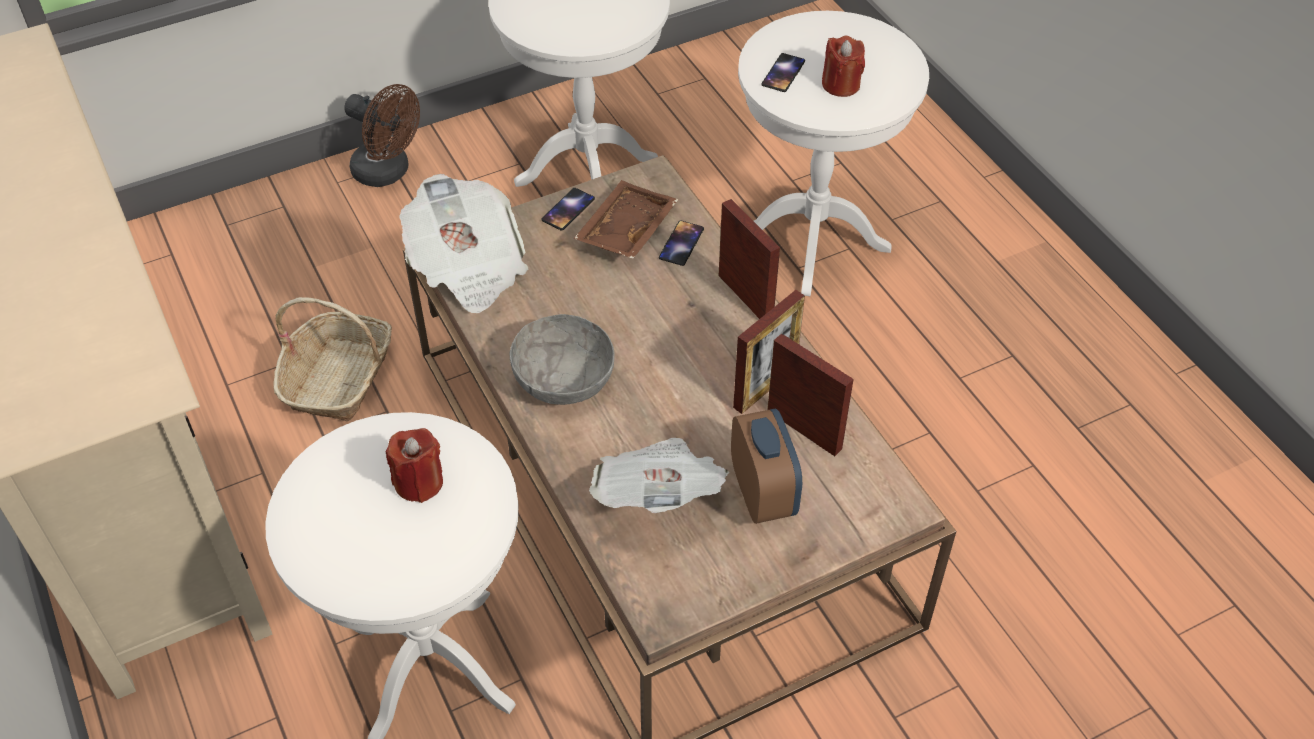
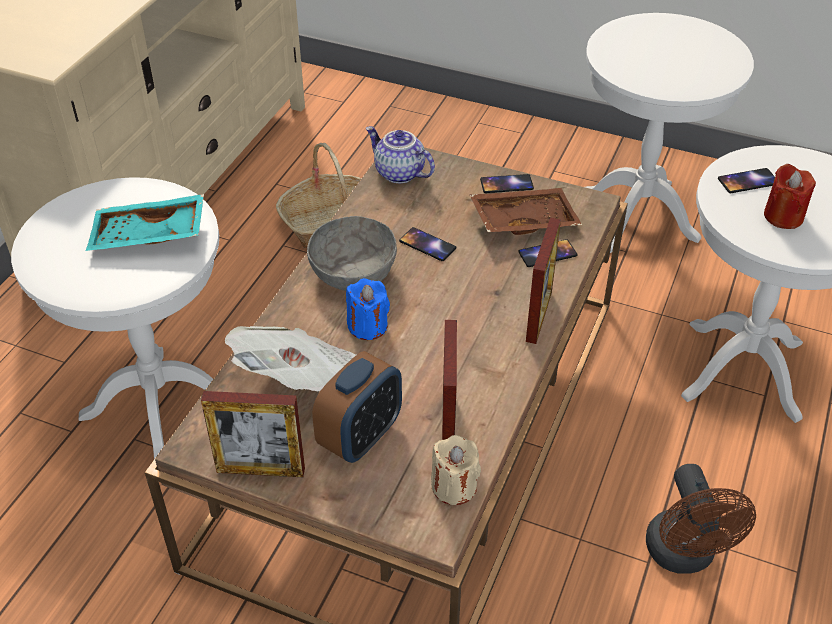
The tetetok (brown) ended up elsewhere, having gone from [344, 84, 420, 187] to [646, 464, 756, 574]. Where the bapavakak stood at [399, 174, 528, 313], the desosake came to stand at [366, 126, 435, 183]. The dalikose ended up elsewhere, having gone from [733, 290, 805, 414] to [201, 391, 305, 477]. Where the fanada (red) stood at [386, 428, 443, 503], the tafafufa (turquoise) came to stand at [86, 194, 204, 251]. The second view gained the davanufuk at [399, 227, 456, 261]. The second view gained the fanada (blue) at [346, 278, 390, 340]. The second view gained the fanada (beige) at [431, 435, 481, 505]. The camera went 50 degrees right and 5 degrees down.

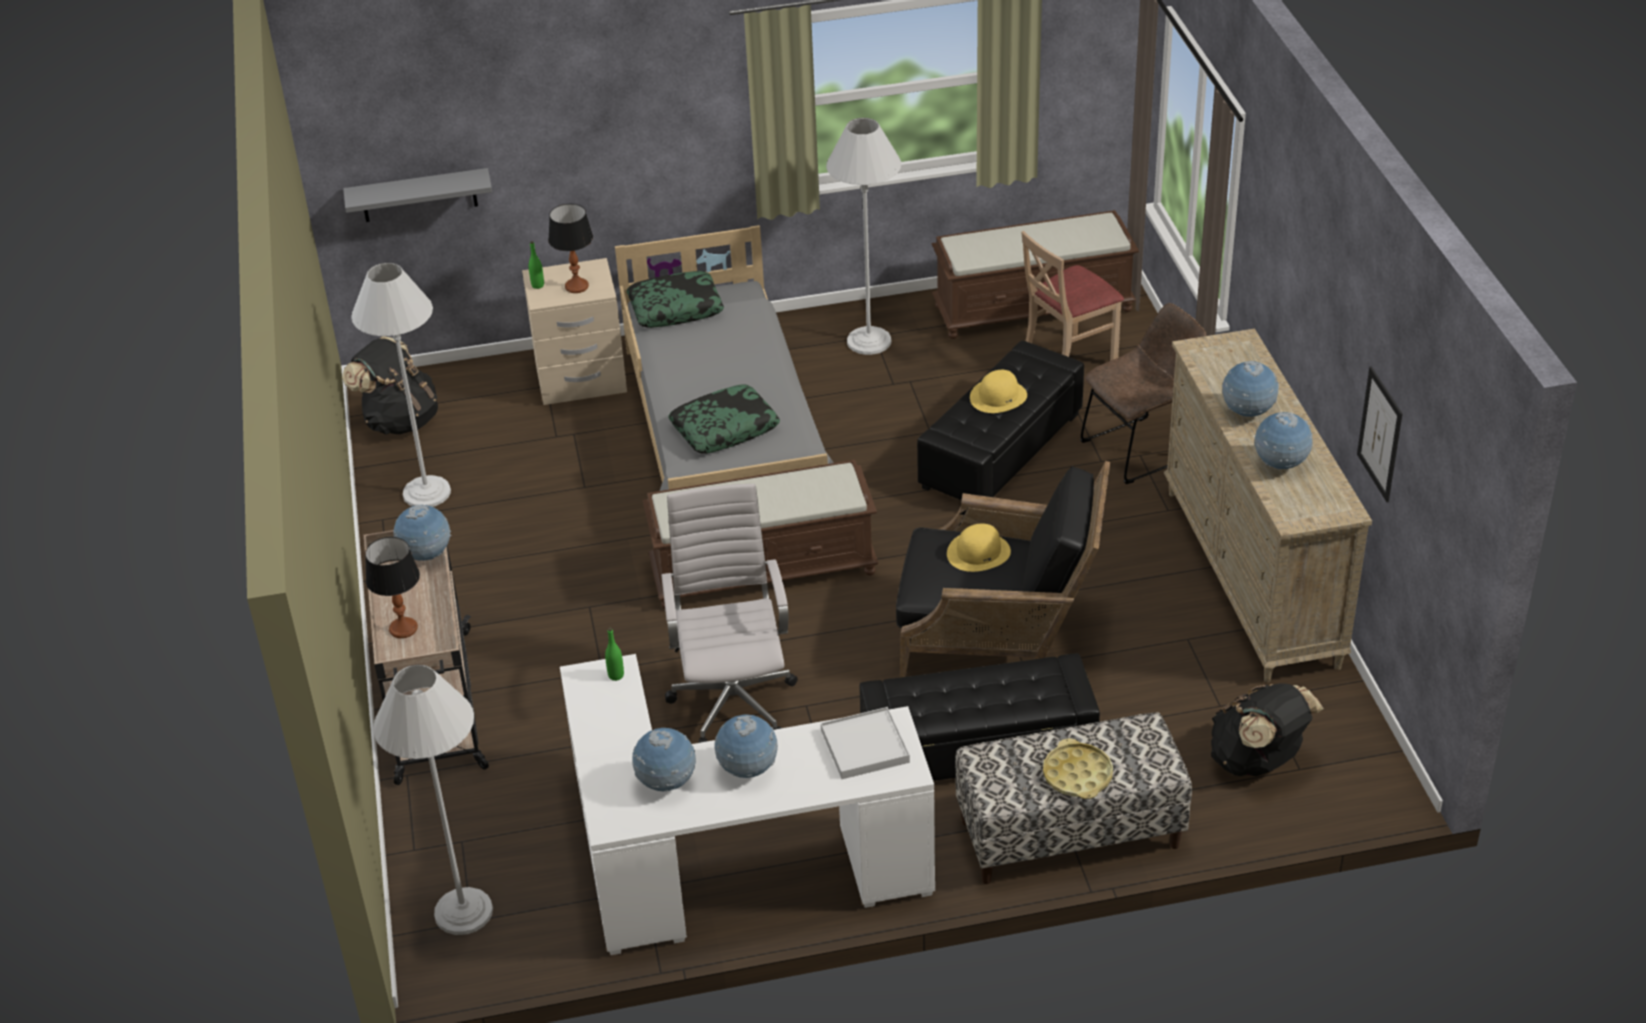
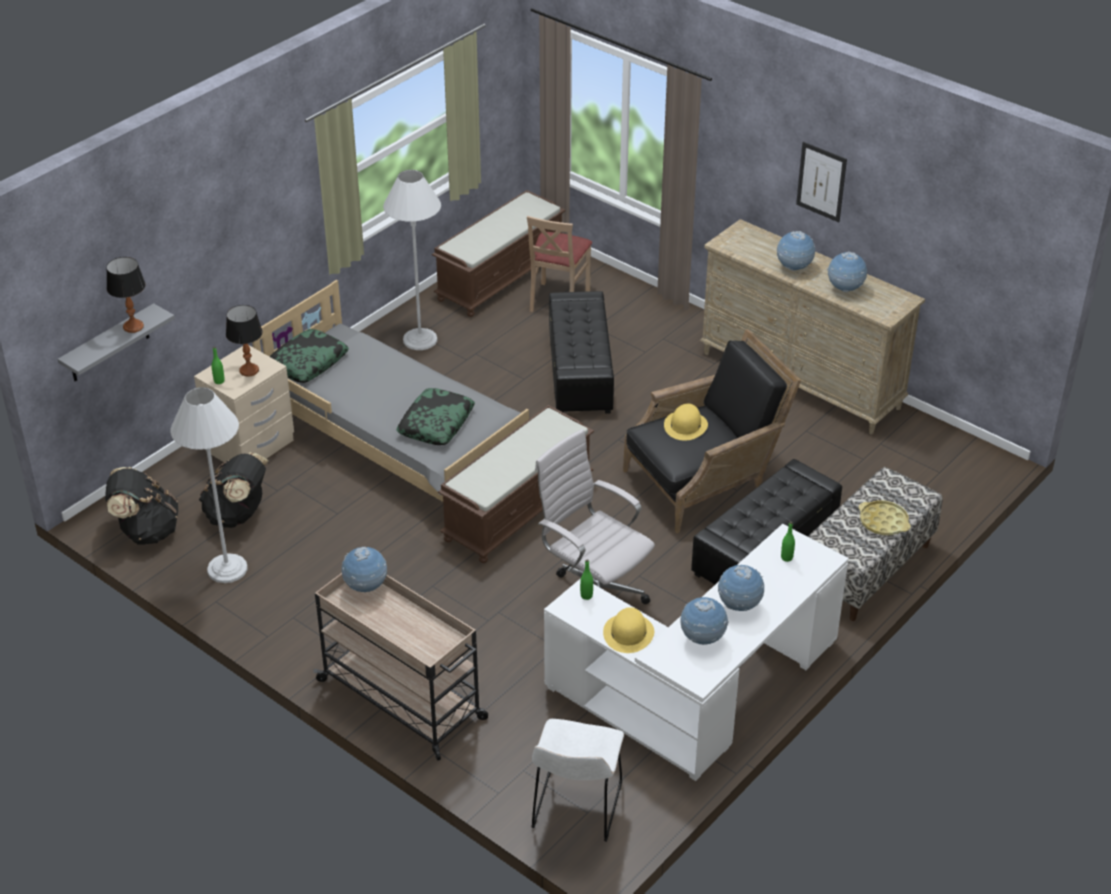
The second view lost the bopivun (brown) at [1080, 303, 1206, 484]. The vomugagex ended up elsewhere, having gone from [1357, 366, 1403, 502] to [796, 142, 847, 222]. The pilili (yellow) ended up elsewhere, having gone from [970, 370, 1027, 413] to [603, 607, 654, 653]. The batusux ended up elsewhere, having gone from [365, 537, 420, 638] to [106, 257, 146, 333]. Where the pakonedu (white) stood at [373, 665, 493, 935], the bopivun (white) came to stand at [532, 719, 624, 842]. The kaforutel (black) ended up elsewhere, having gone from [1211, 683, 1324, 776] to [199, 452, 269, 528]. Where the tafafufa (white) stood at [821, 707, 910, 779], the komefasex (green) came to stand at [781, 521, 795, 562]. The camera went 40 degrees left and 0 degrees up.

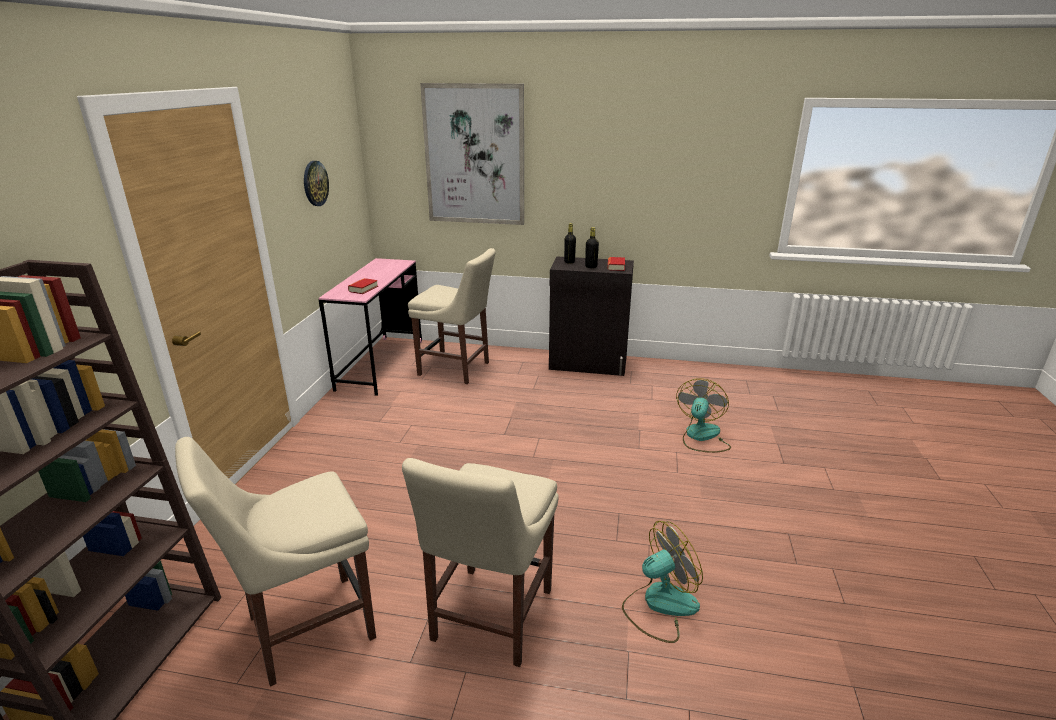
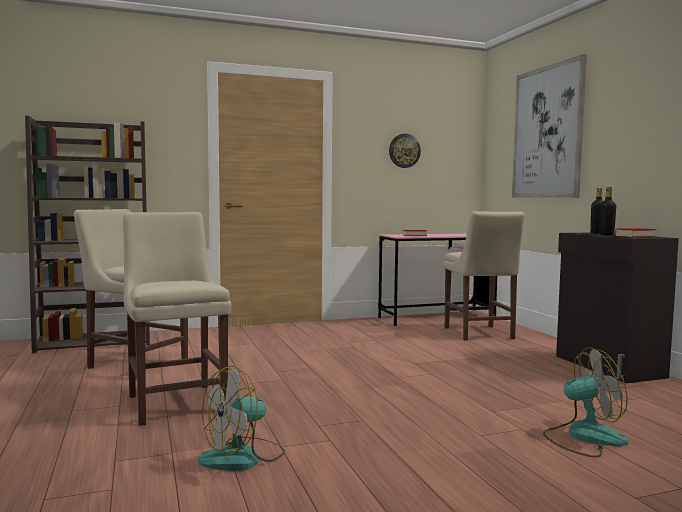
The bopivun (beige) at [402, 458, 559, 667] ended up facing another way, 75 degrees clockwise from before. The tetetok at [622, 521, 703, 643] ended up facing another way, 105 degrees clockwise from before. The camera went 60 degrees right and 20 degrees down.

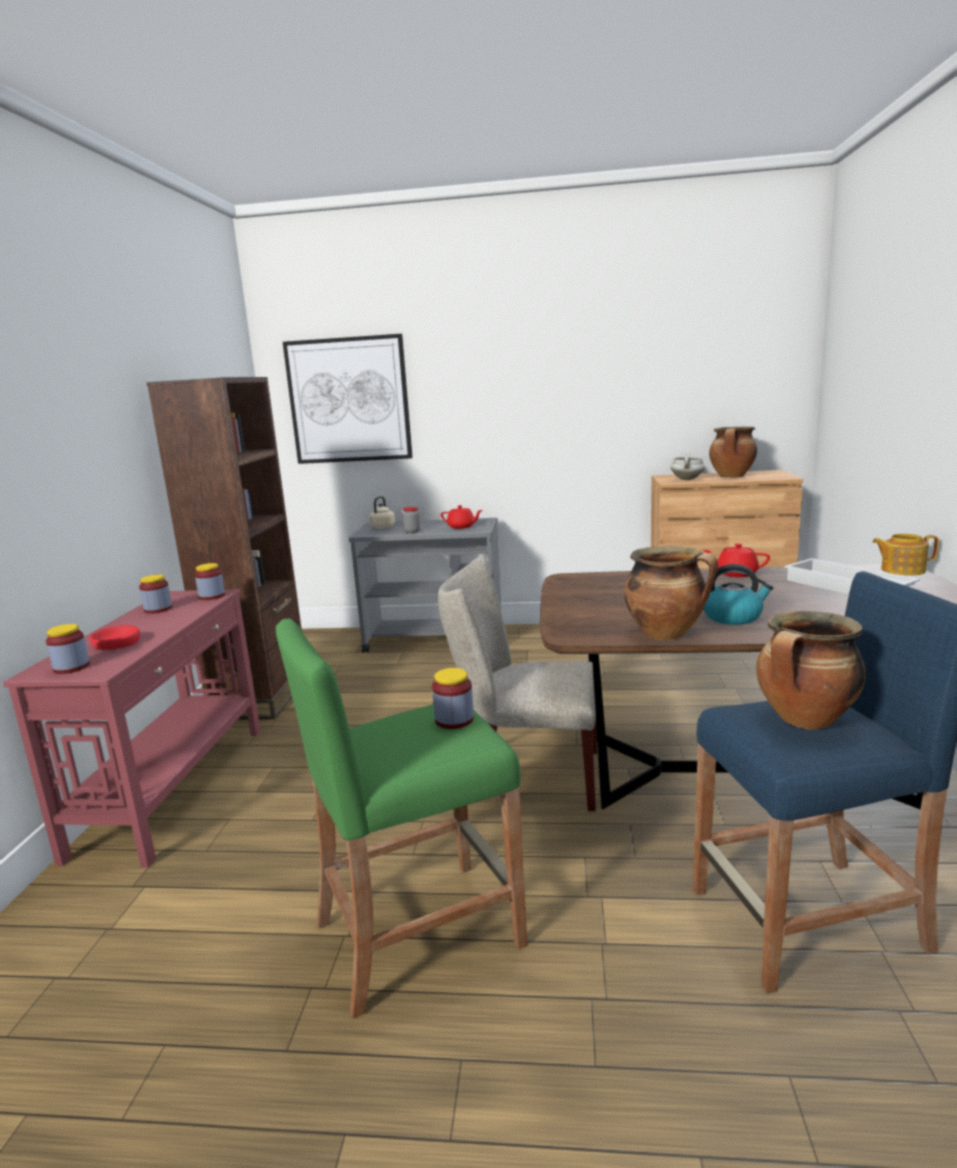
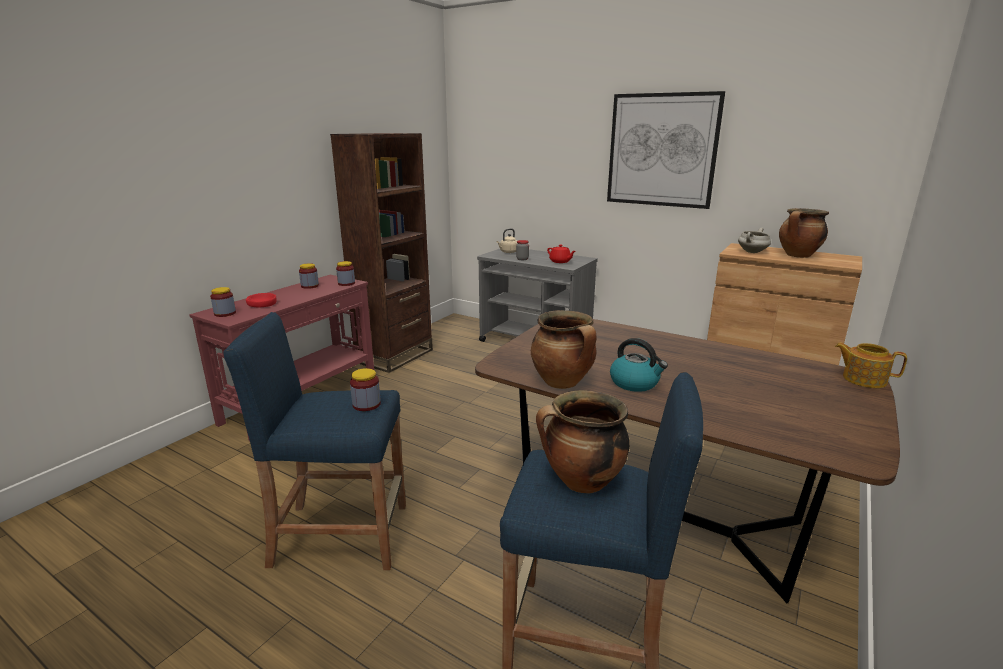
The vomugagex ended up elsewhere, having gone from [283, 334, 413, 464] to [607, 91, 725, 209]. The second view lost the desosake (red) at [703, 543, 770, 577]. The second view lost the bopivun (beige) at [438, 555, 597, 811]. The second view lost the tafafufa (white) at [785, 558, 920, 594]. What was the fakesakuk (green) at [276, 618, 527, 1018] turned into the fakesakuk (blue) at [223, 312, 406, 570]. The camera went 25 degrees right and 5 degrees up.

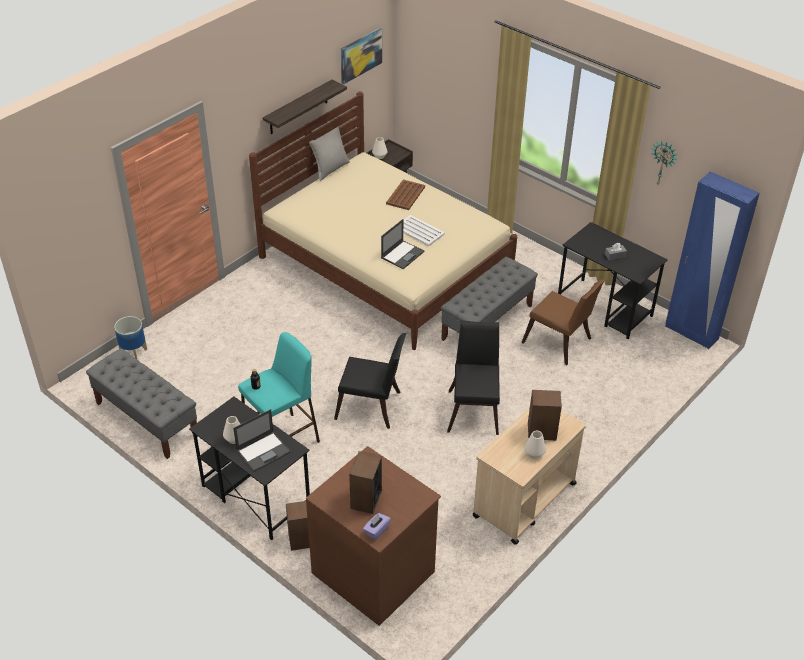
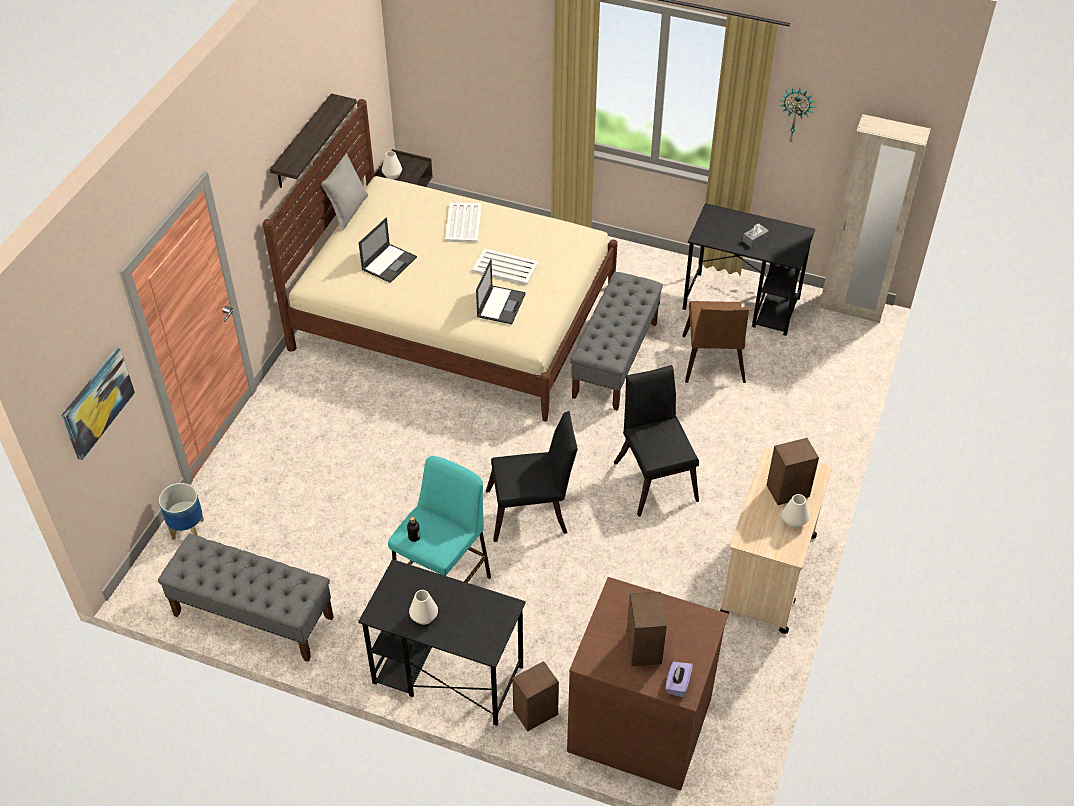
The vomugagex ended up elsewhere, having gone from [341, 28, 382, 84] to [61, 348, 135, 460]. What was the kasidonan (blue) at [665, 171, 760, 349] turned into the kasidonan (beige) at [819, 114, 931, 323]. What was the tafafufa (brown) at [386, 180, 425, 210] turned into the tafafufa (white) at [445, 203, 482, 243]. The bopivun (brown) at [521, 279, 604, 365] ended up facing another way, 75 degrees clockwise from before. The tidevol ended up elsewhere, having gone from [233, 409, 291, 472] to [359, 217, 417, 283]. The camera went 20 degrees left and 5 degrees up.

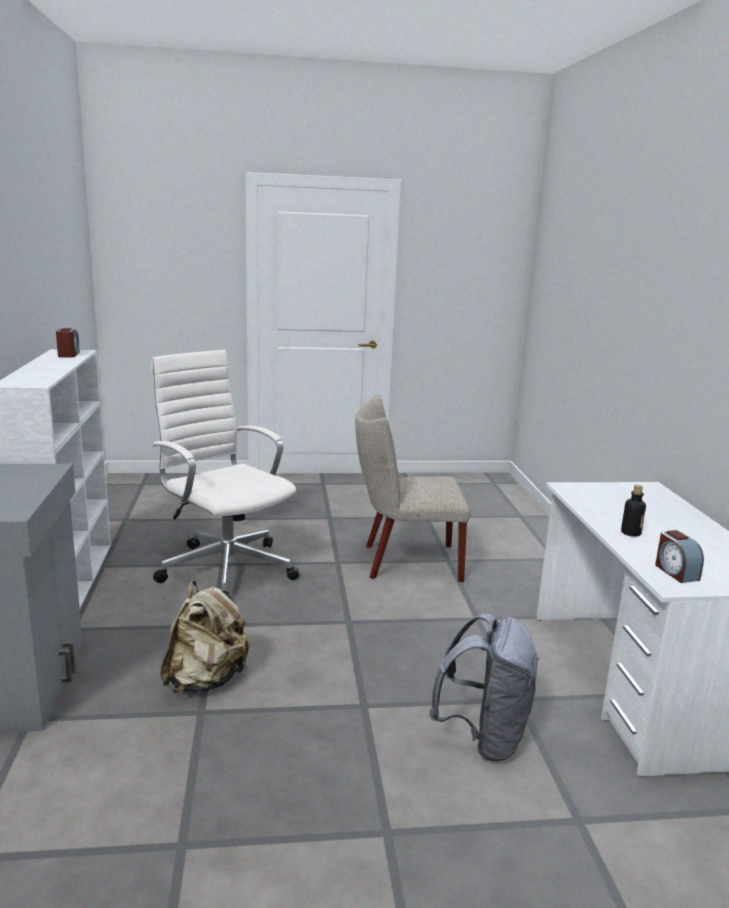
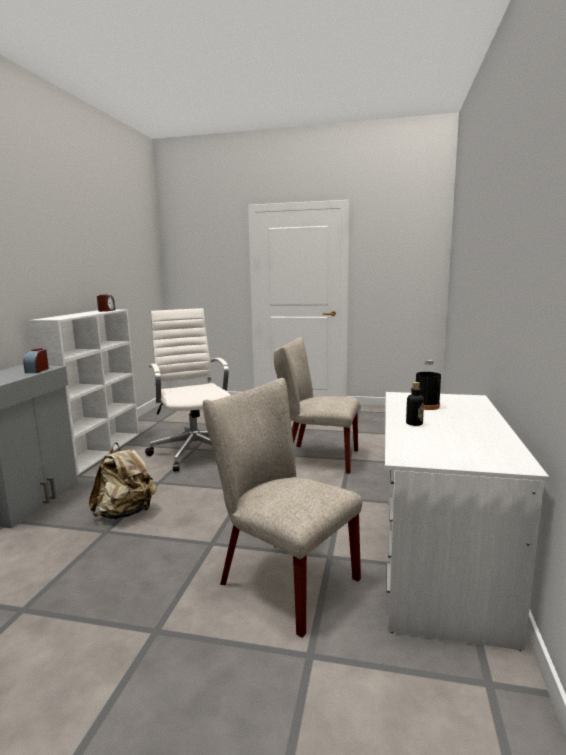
The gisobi ended up elsewhere, having gone from [655, 530, 704, 583] to [23, 348, 49, 373]. Where the kaforutel (grey) stood at [429, 613, 540, 762], the bopivun (beige) came to stand at [203, 378, 362, 638]. The second view gained the komefasex (black) at [416, 359, 441, 410]. The camera went 20 degrees right and 5 degrees down.

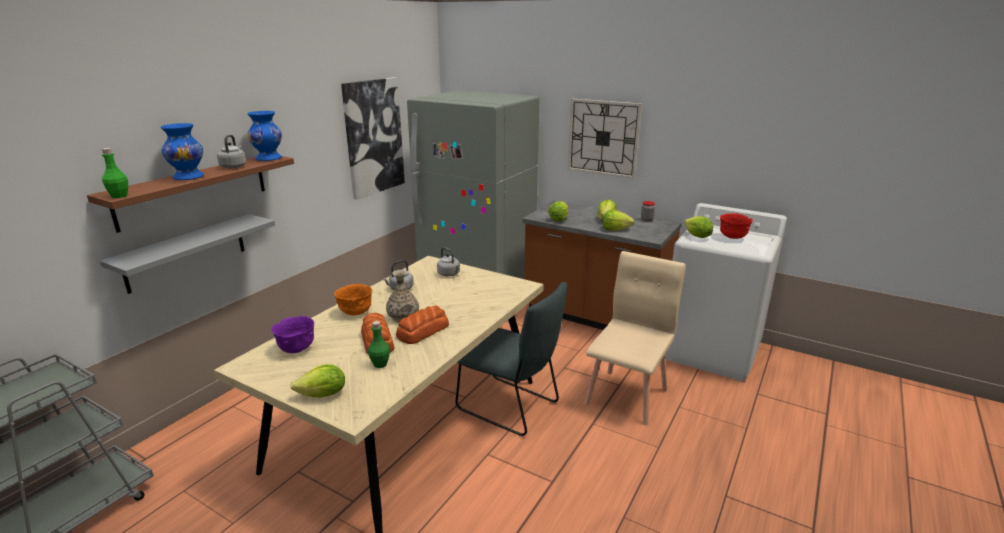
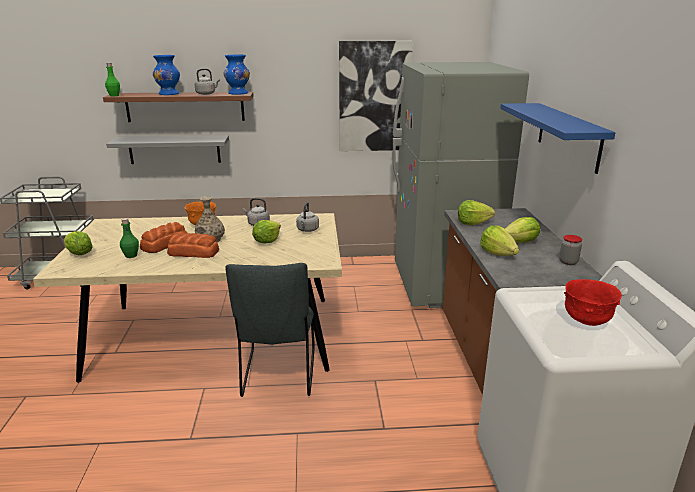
Where the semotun hung at [568, 99, 642, 179], the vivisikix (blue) came to hang at [500, 103, 615, 174]. The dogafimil ended up elsewhere, having gone from [684, 216, 713, 238] to [252, 220, 281, 243]. The second view lost the bopivun (beige) at [584, 251, 686, 426]. The second view lost the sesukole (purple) at [271, 316, 314, 353]. The camera went 55 degrees right and 0 degrees up.

